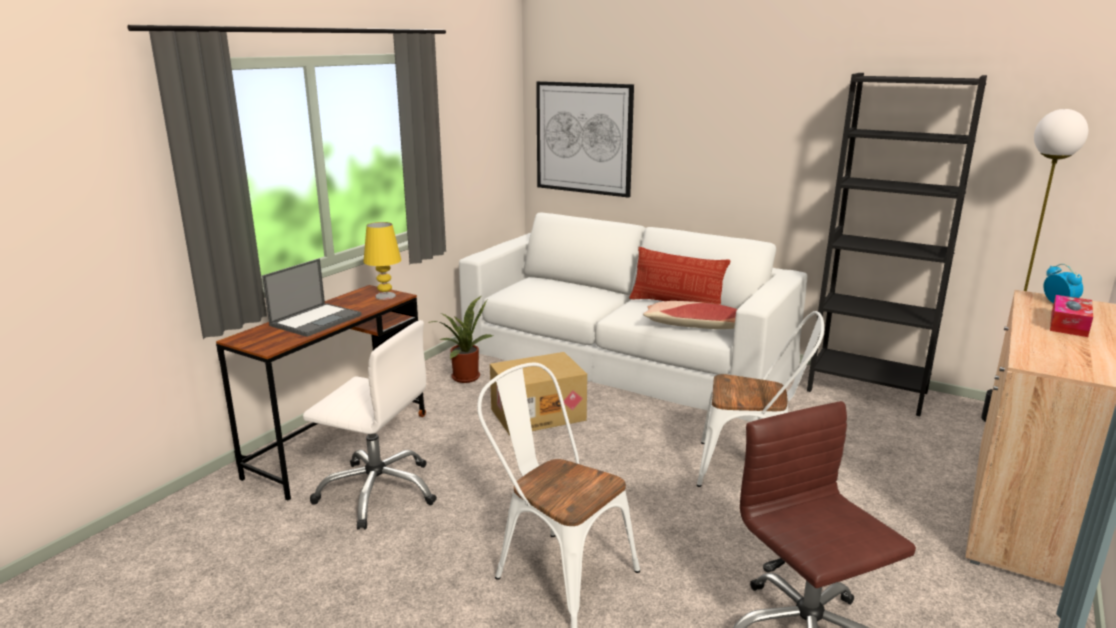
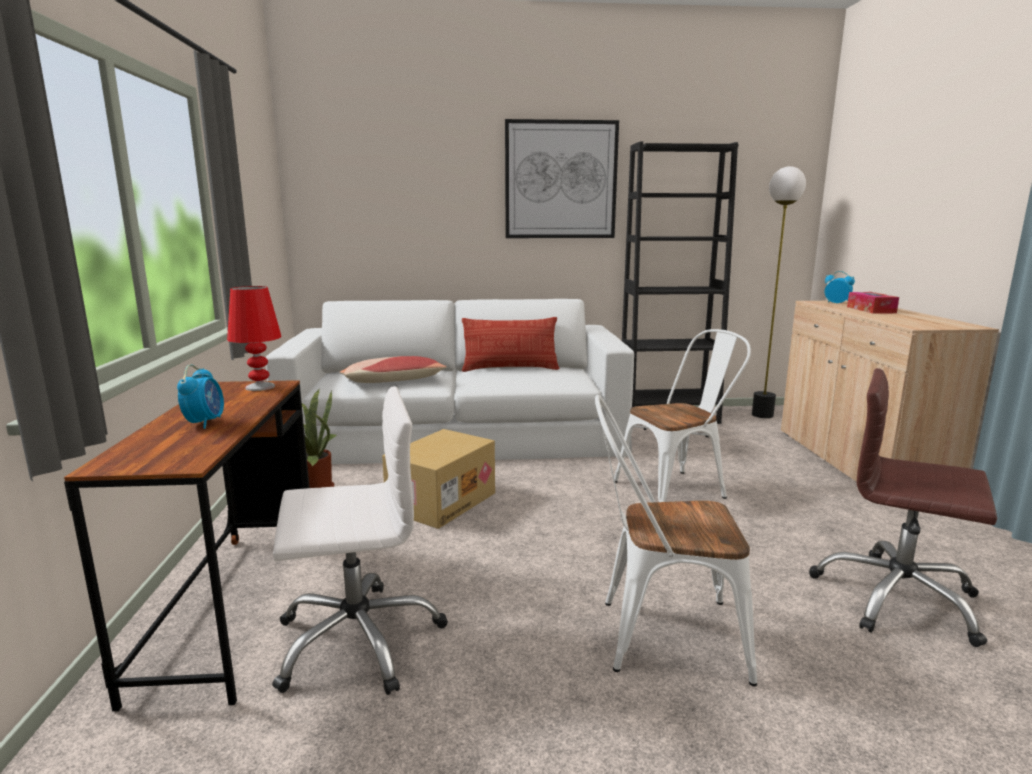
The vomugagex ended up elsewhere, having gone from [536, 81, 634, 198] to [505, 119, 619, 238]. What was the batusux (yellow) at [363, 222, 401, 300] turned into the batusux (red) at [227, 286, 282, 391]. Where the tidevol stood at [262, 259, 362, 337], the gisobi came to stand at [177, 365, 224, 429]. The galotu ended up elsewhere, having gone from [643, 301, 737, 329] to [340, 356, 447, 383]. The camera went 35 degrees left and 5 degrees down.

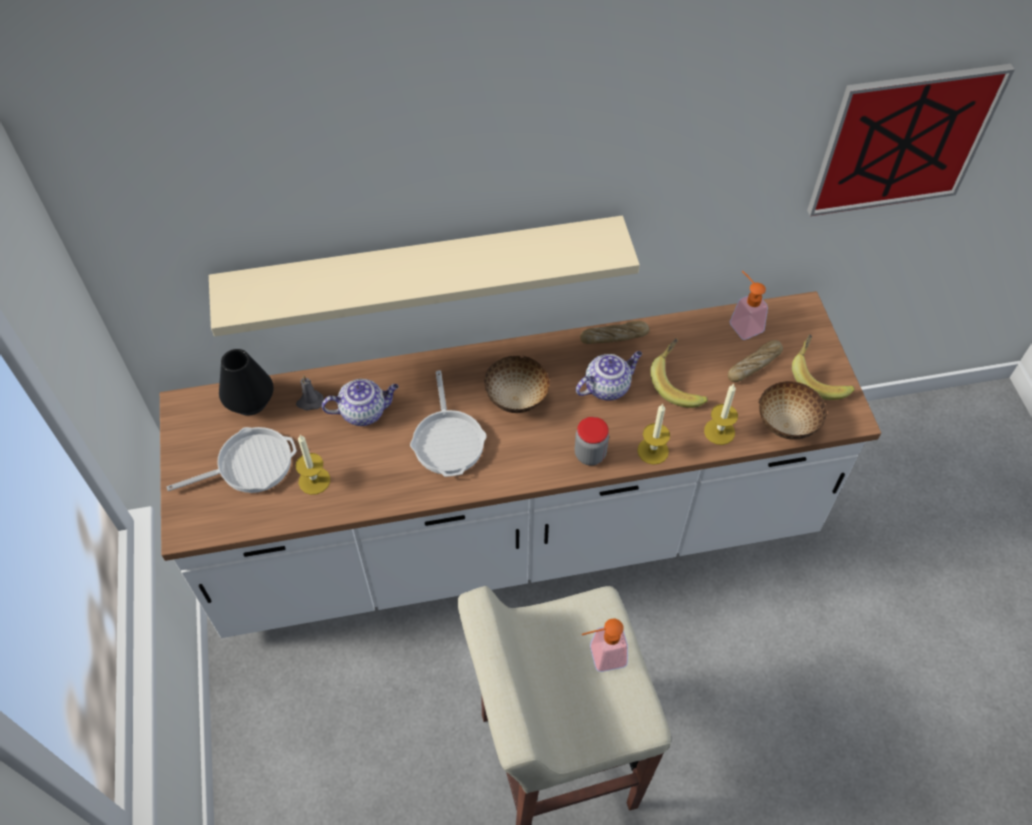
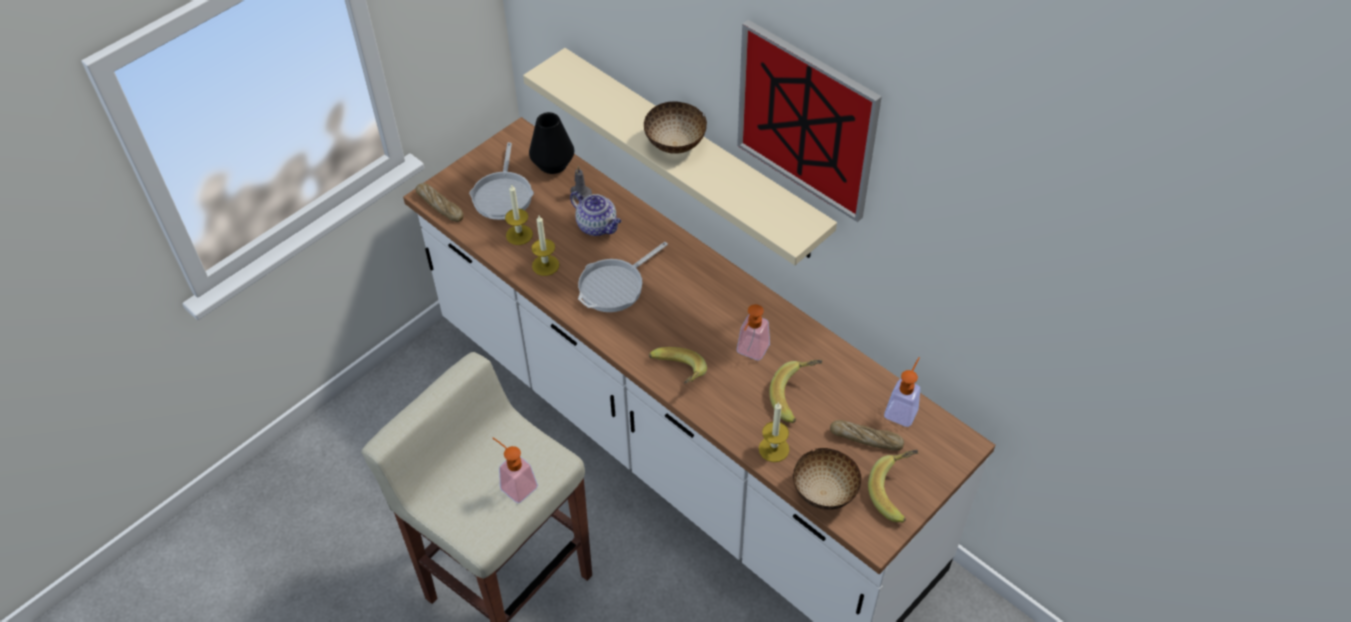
The vomugagex ended up elsewhere, having gone from [807, 64, 1015, 216] to [737, 20, 882, 222]. The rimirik ended up elsewhere, having gone from [580, 321, 649, 344] to [416, 183, 464, 222]. Where the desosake stood at [576, 351, 642, 401], the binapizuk came to stand at [737, 304, 770, 361]. The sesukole ended up elsewhere, having gone from [484, 355, 550, 413] to [644, 102, 707, 154]. The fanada ended up elsewhere, having gone from [637, 404, 670, 465] to [532, 216, 559, 276]. Where the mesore stood at [575, 417, 609, 466], the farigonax came to stand at [649, 347, 707, 384]. The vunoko at [166, 427, 297, 493] ended up facing another way, 60 degrees clockwise from before. The camera went 55 degrees right and 5 degrees down.

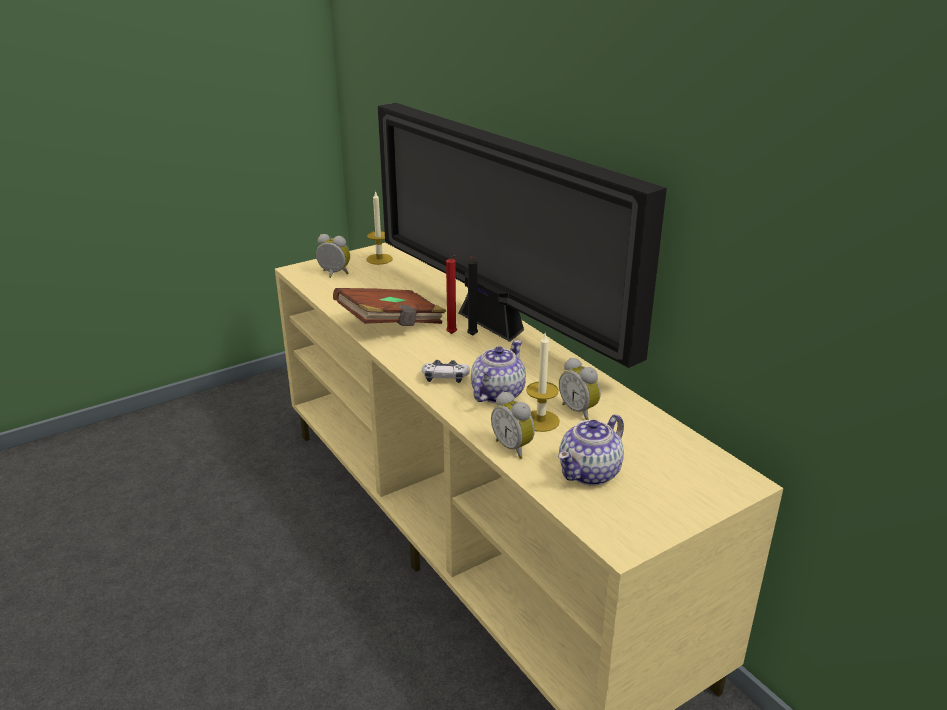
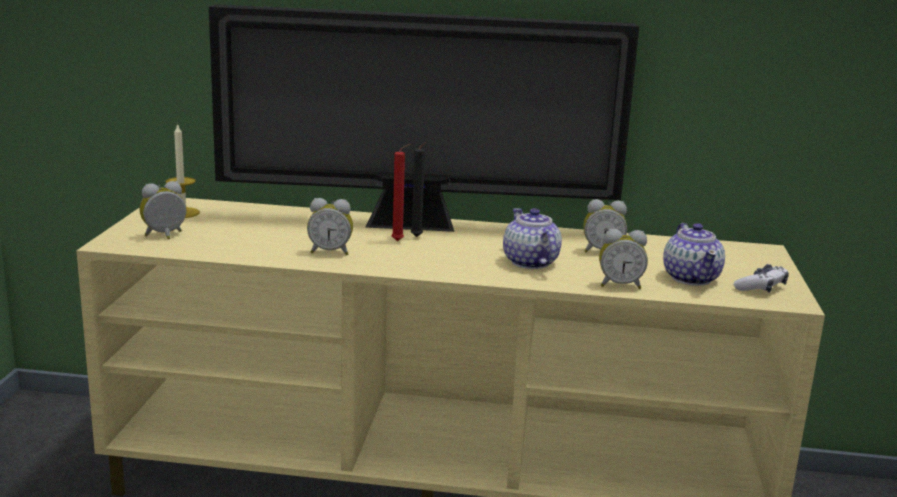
Where the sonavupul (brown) stood at [333, 288, 446, 326], the gisobi came to stand at [307, 198, 353, 255]. The second view lost the fanada at [526, 334, 560, 432]. The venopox ended up elsewhere, having gone from [422, 360, 470, 383] to [733, 264, 789, 293]. The camera went 50 degrees left and 10 degrees down.

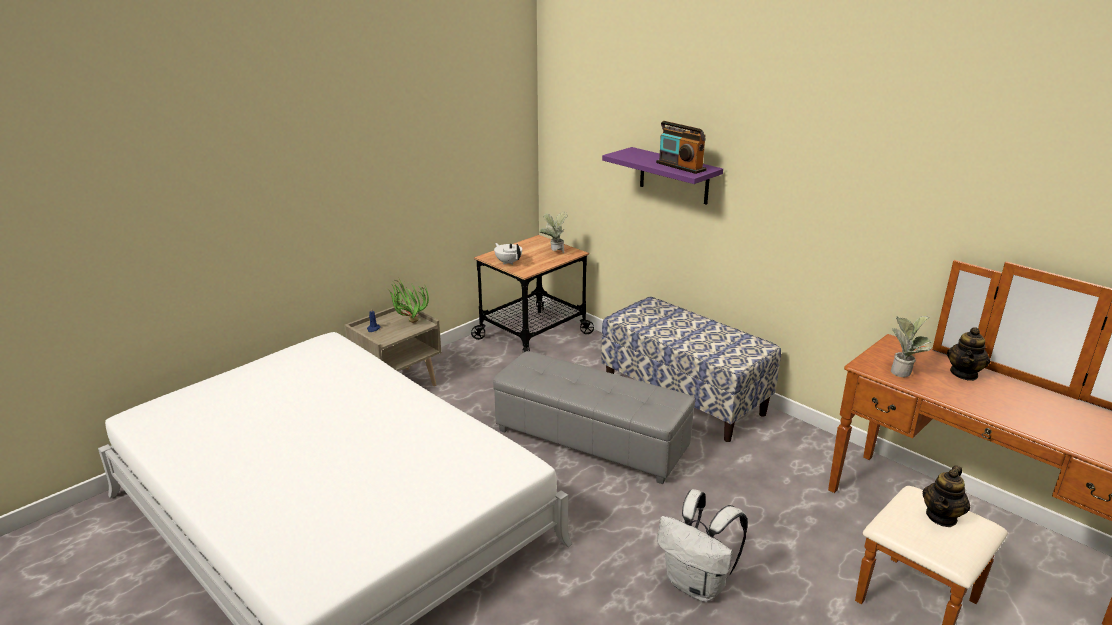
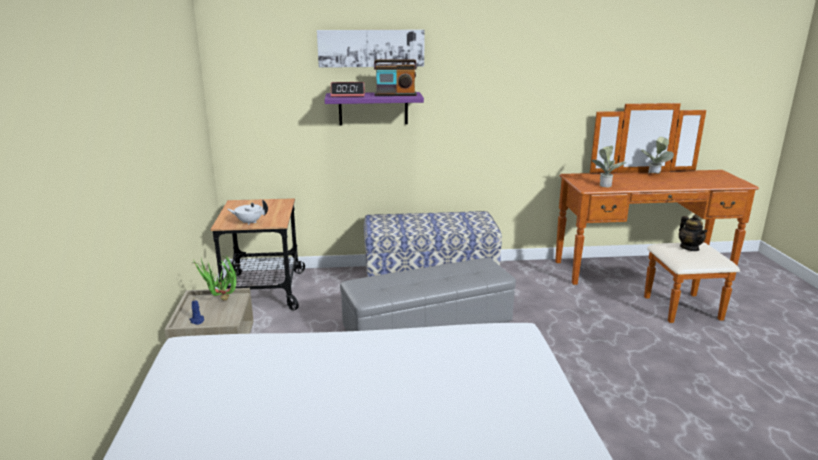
The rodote ended up elsewhere, having gone from [539, 211, 568, 253] to [641, 136, 674, 174]. The second view lost the desosake at [947, 327, 990, 381]. The second view lost the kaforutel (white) at [657, 489, 748, 602]. The second view gained the vomugagex at [317, 30, 425, 68]. The second view gained the gisobi at [331, 82, 365, 97]. The camera went 50 degrees left and 5 degrees down.

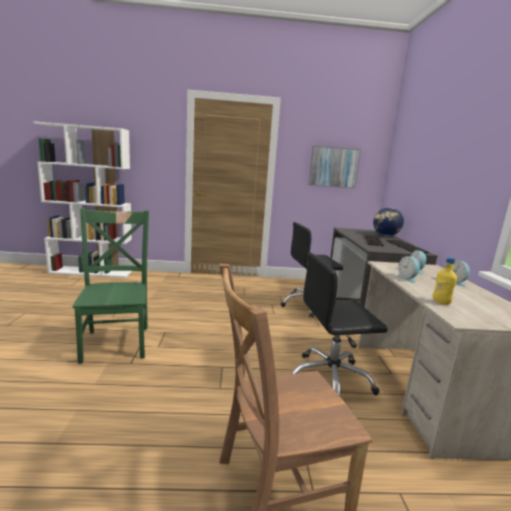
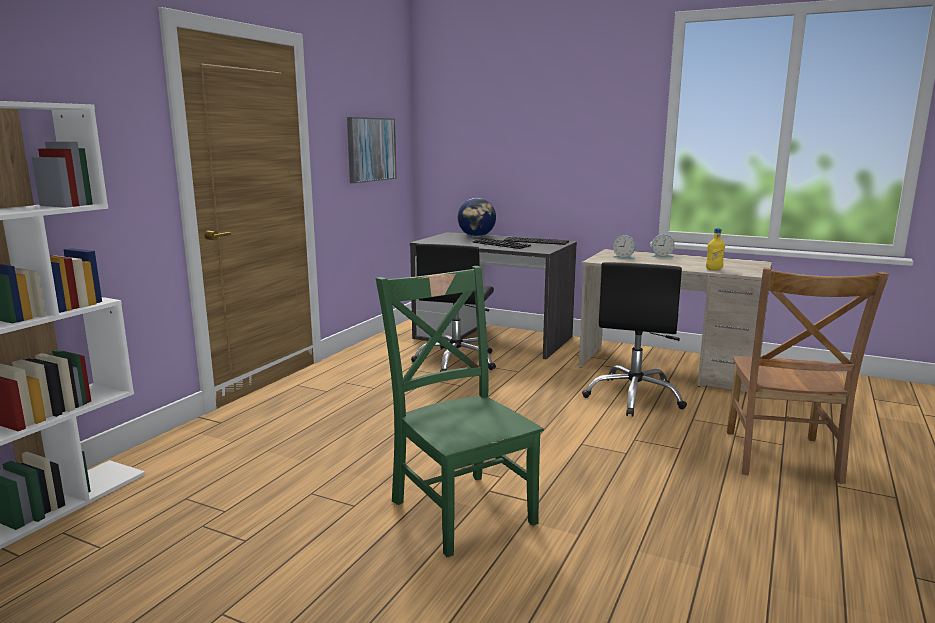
The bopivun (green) at [72, 208, 149, 364] ended up facing another way, 45 degrees clockwise from before. The second view lost the gisobi at [397, 256, 421, 282]. The camera went 60 degrees left and 0 degrees up.

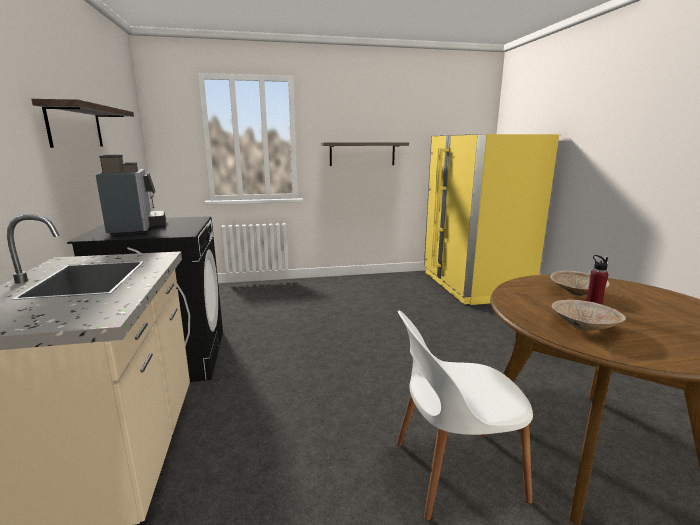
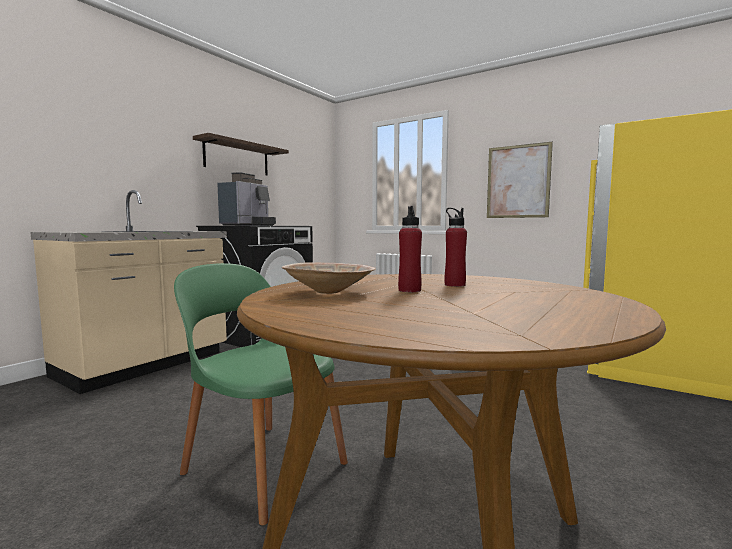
Where the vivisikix hung at [321, 143, 409, 166], the vomugagex came to hang at [487, 142, 553, 218]. Where the sesukole (beige) stood at [550, 271, 610, 296], the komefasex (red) came to stand at [444, 208, 467, 287]. What was the bopivun (white) at [397, 311, 533, 520] turned into the bopivun (green) at [174, 263, 348, 526]. The camera went 45 degrees right and 10 degrees down.

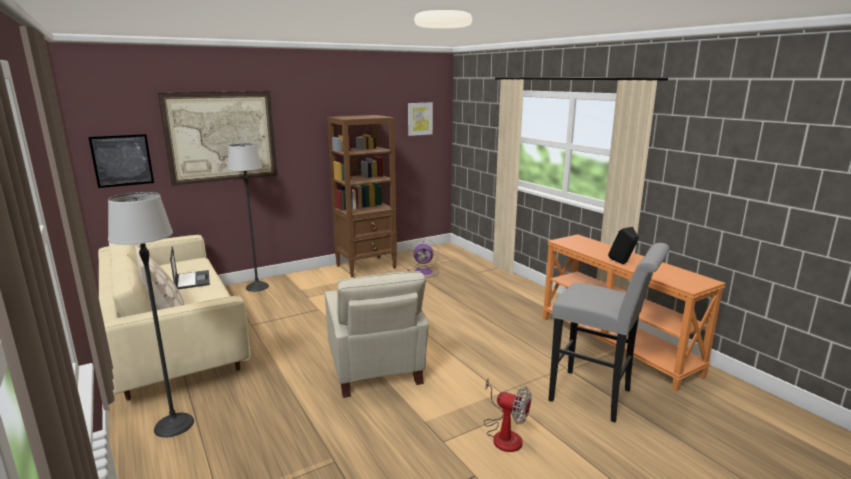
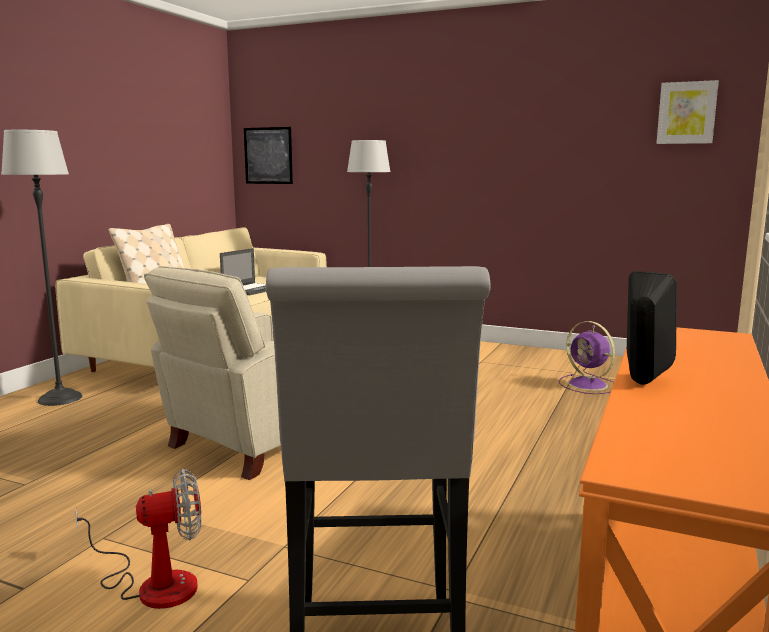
The second view lost the vomugagex at [158, 91, 278, 186]. The second view lost the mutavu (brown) at [327, 115, 397, 278]. The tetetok at [484, 378, 531, 452] ended up facing another way, 105 degrees counterclockwise from before. The camera went 55 degrees right and 5 degrees down.

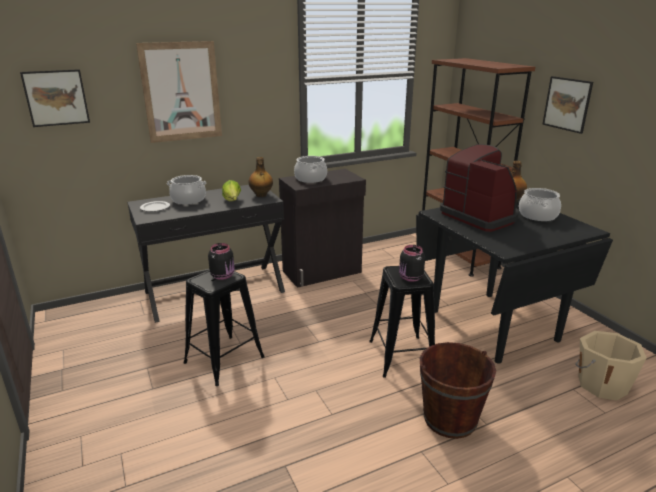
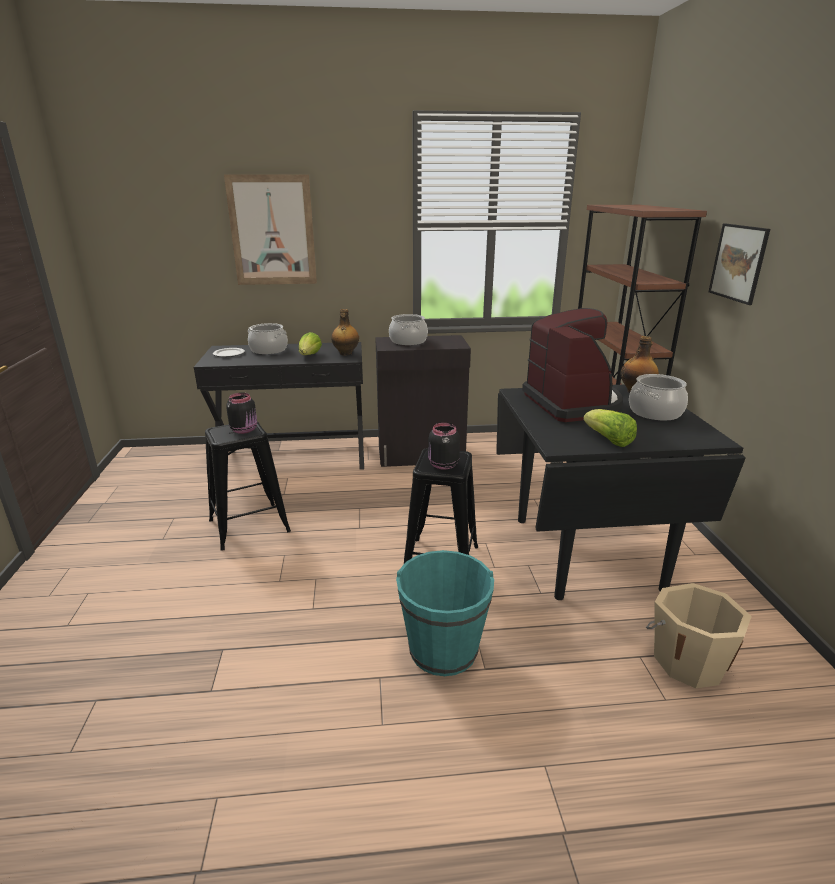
The second view lost the vomugagex at [20, 69, 90, 127]. What was the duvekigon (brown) at [420, 342, 496, 439] turned into the duvekigon (turquoise) at [396, 550, 494, 676]. The second view gained the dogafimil at [583, 409, 637, 447]. The camera went 20 degrees right and 0 degrees up.

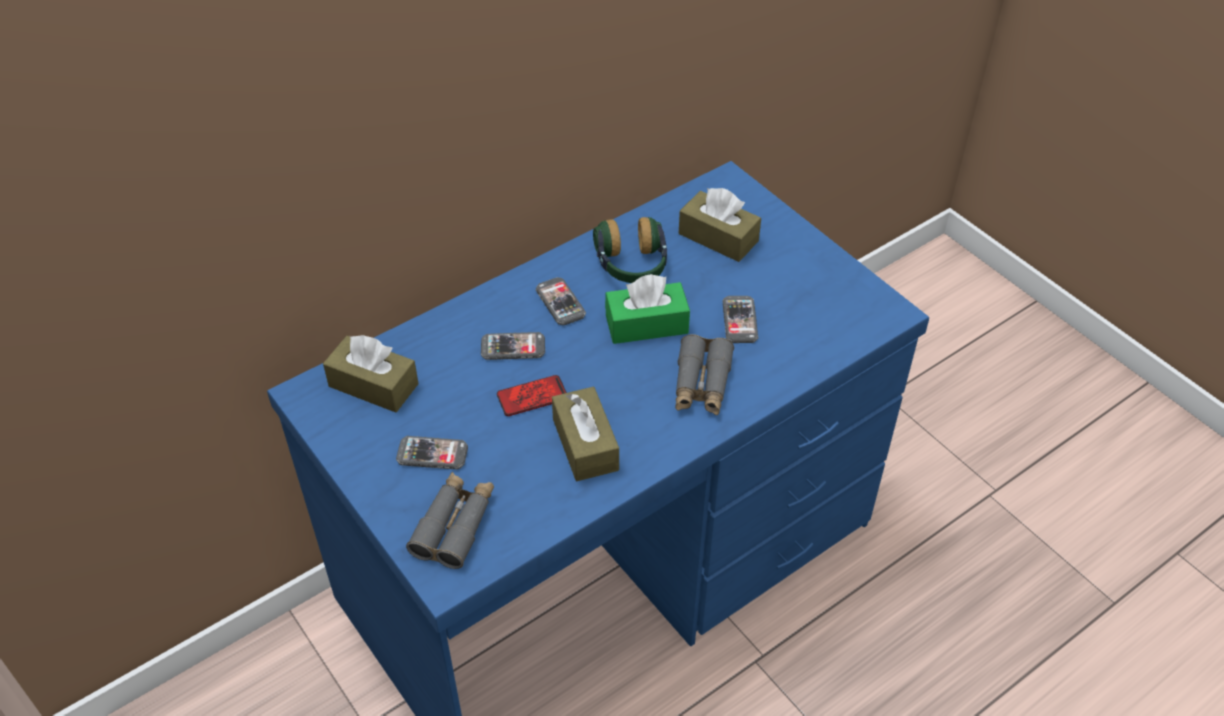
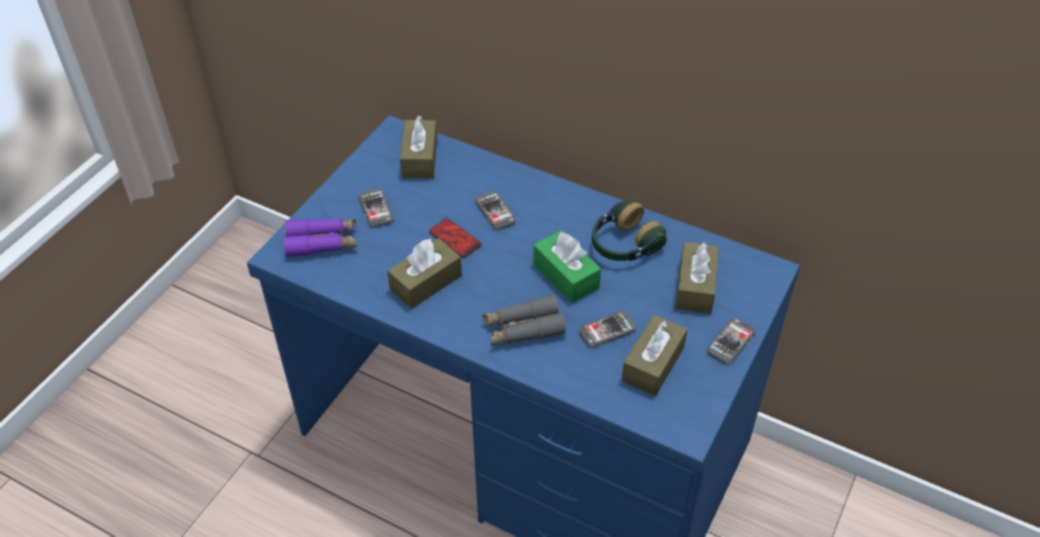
The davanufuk ended up elsewhere, having gone from [536, 277, 586, 325] to [706, 318, 756, 364]. What was the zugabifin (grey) at [406, 472, 494, 569] turned into the zugabifin (purple) at [284, 219, 357, 257]. The second view gained the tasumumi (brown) at [621, 315, 688, 396]. The camera went 65 degrees right and 0 degrees up.

